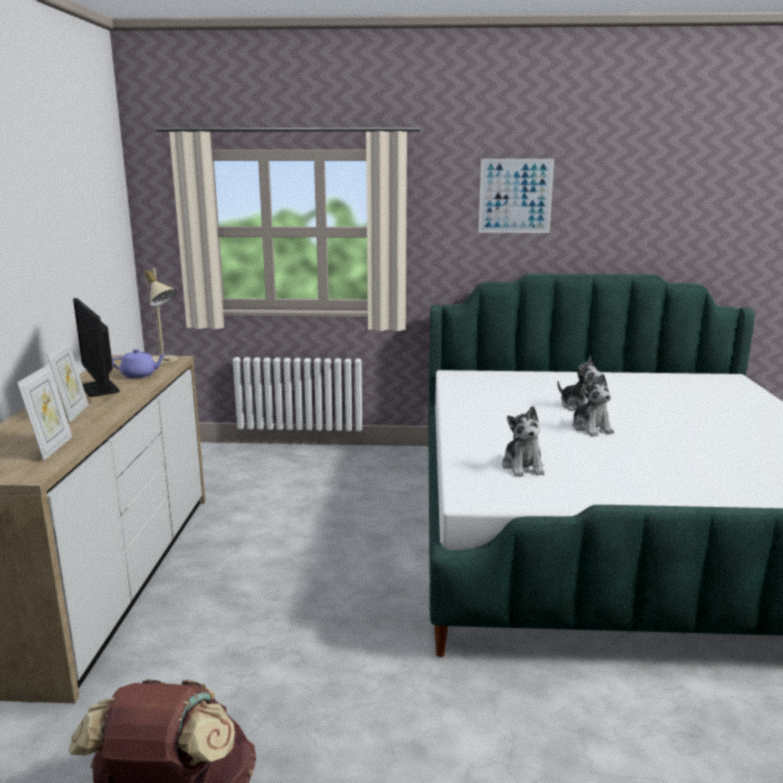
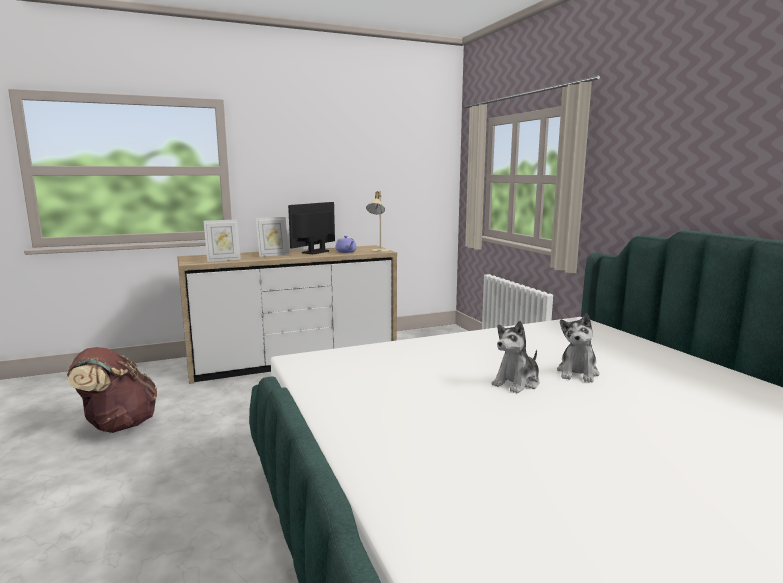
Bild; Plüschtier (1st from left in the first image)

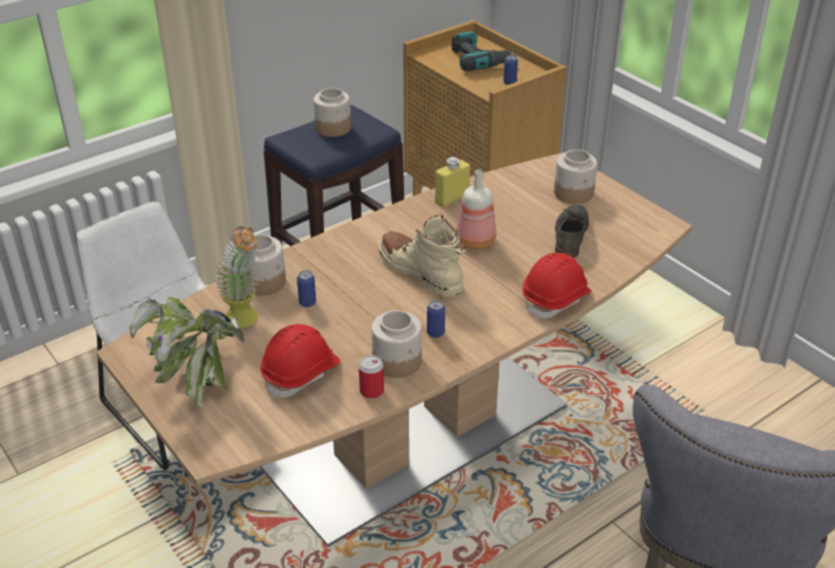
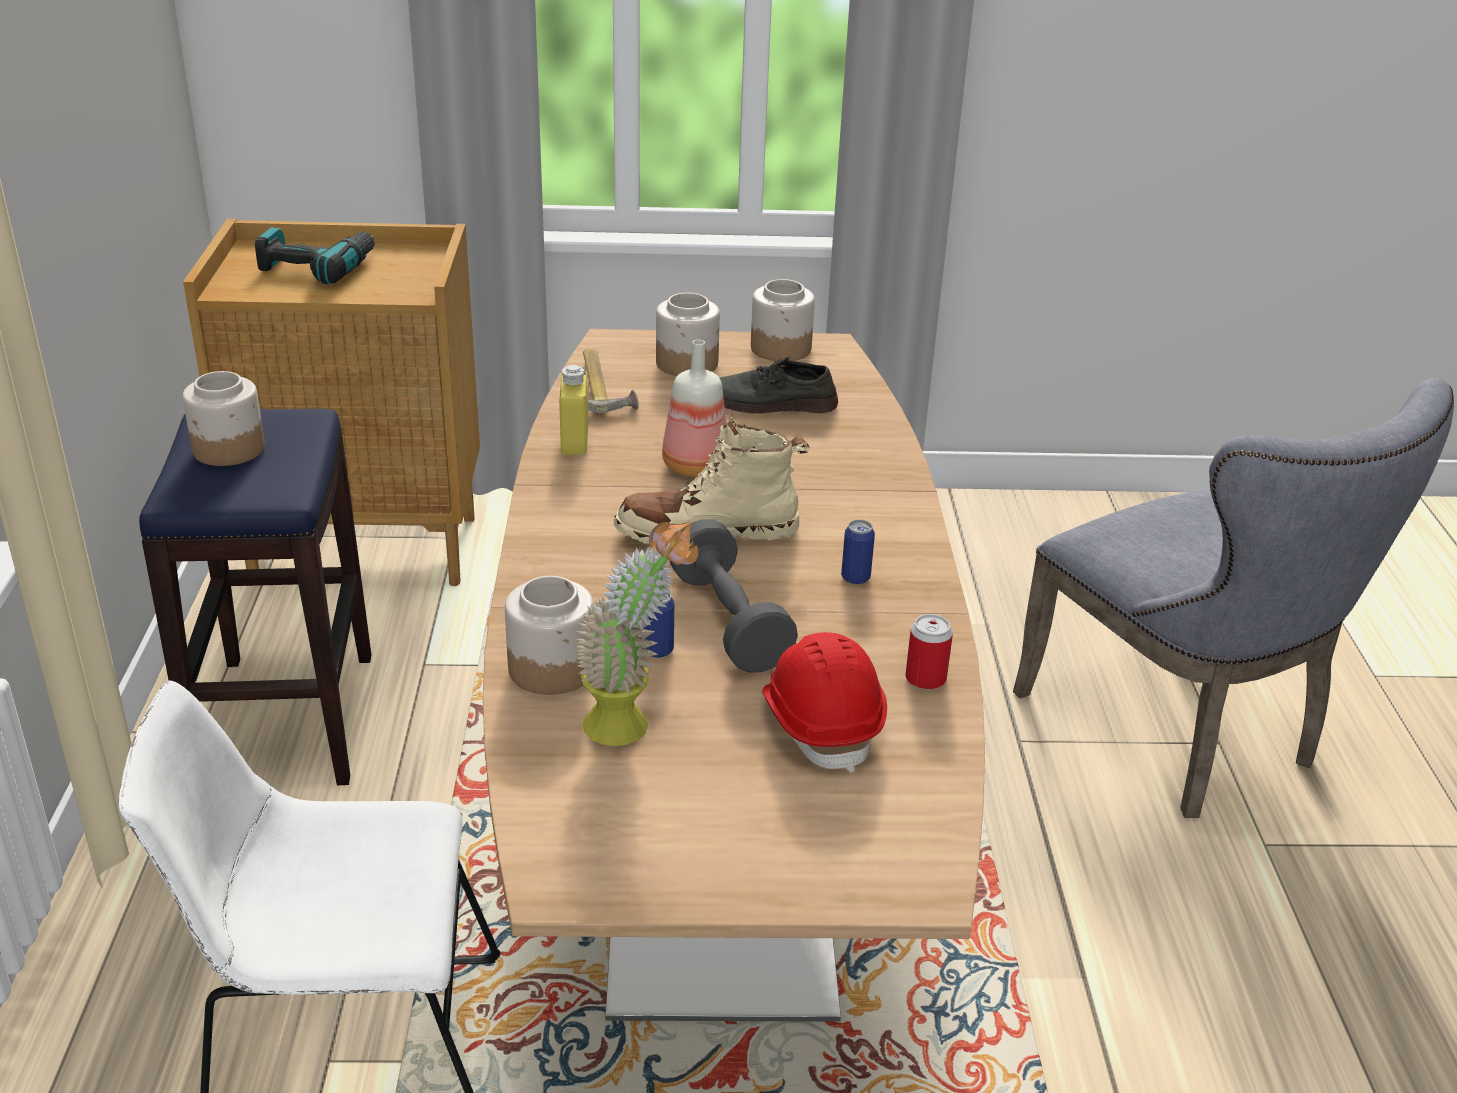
Topfpflanze (1st from left in the first image); Dose (4th from left in the first image); Schutzhelm/rot (2nd from left in the first image); Hammer; Hantel/grau; Vorratsglas (4th from left); Schuh/grau

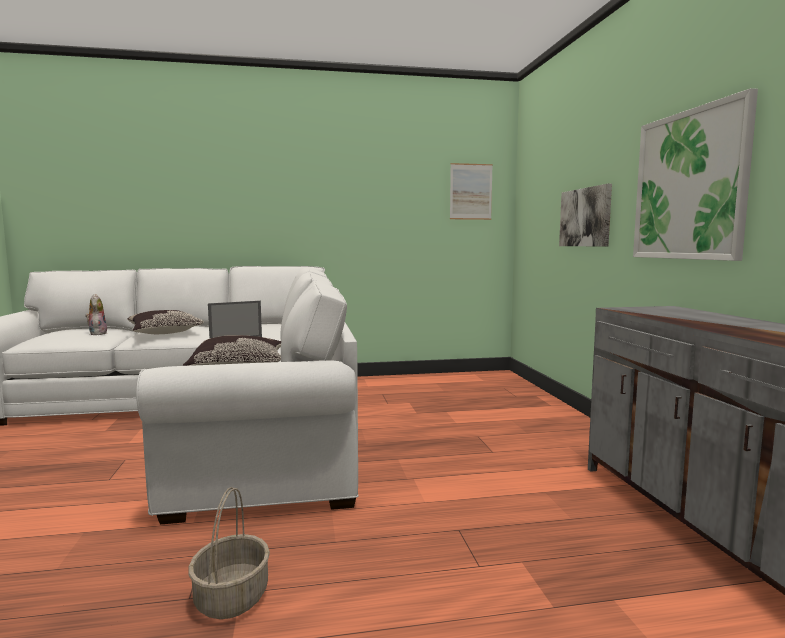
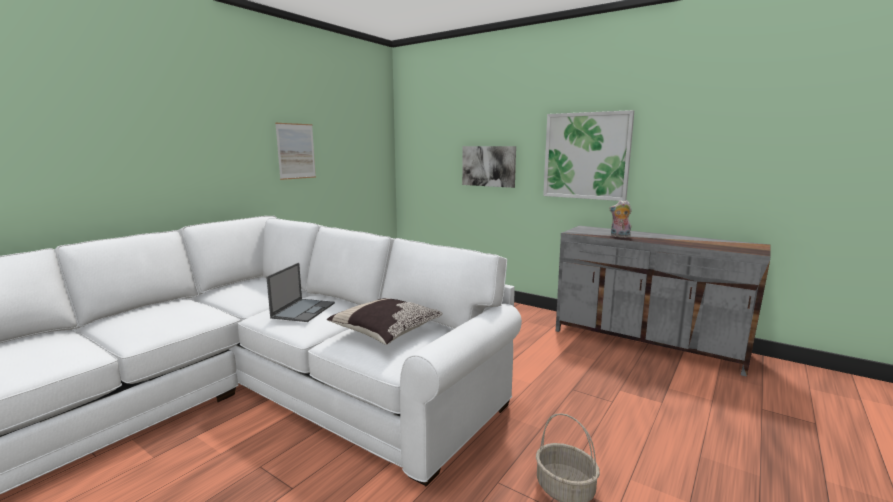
Kissen (1st from left in the first image); Plüschtier; Bild (1st from left)

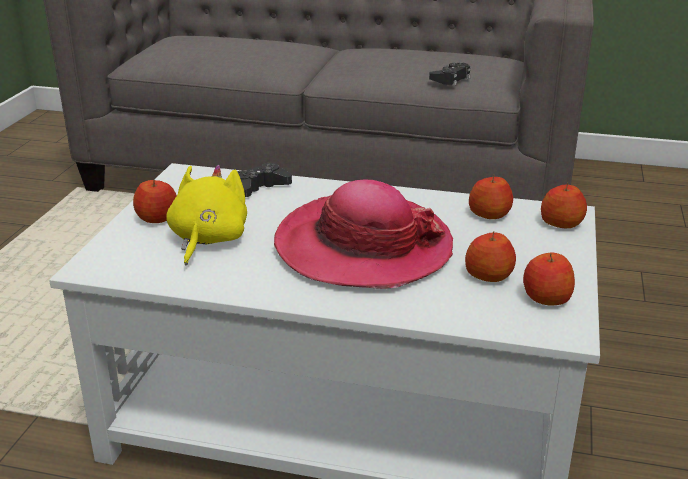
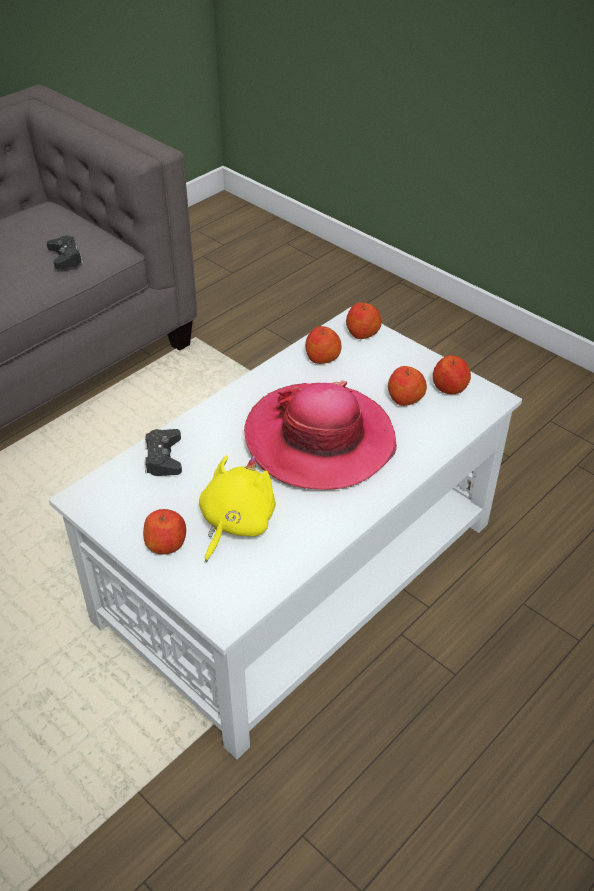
Plüschtier/gelb

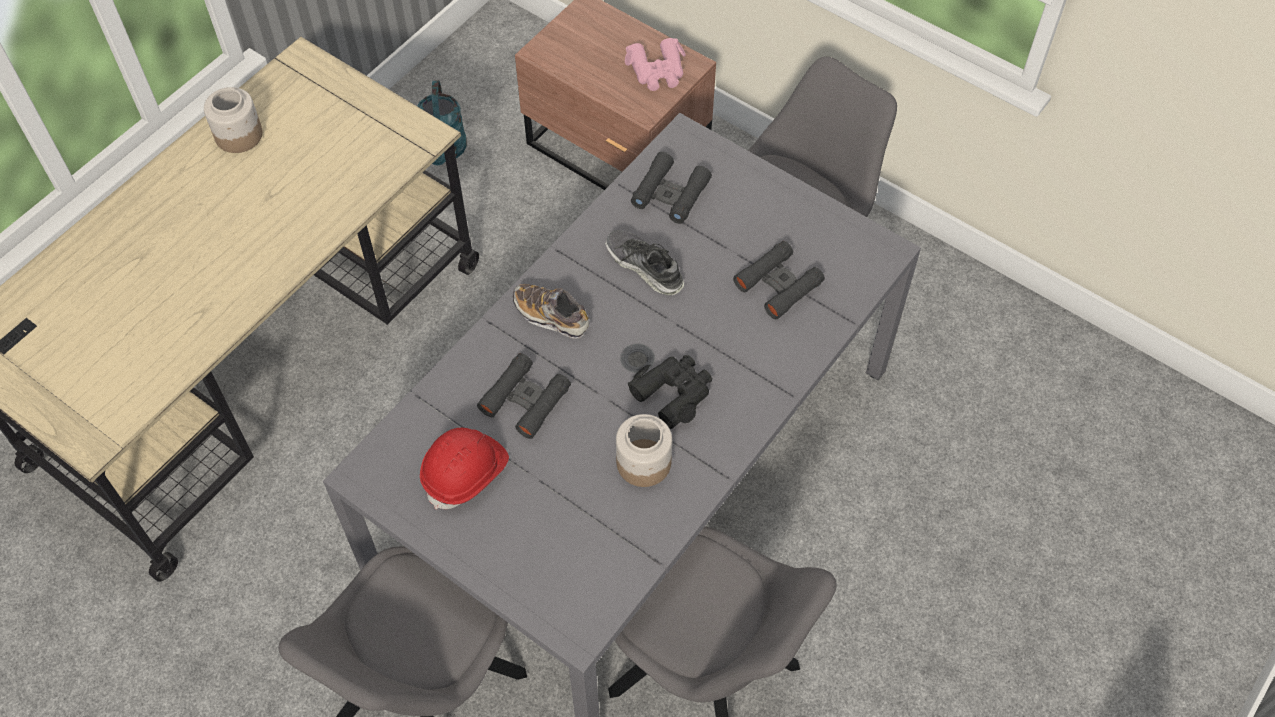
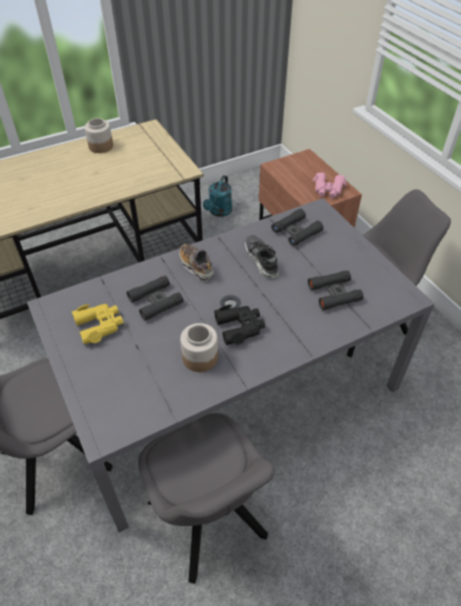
Fernglas/gelb

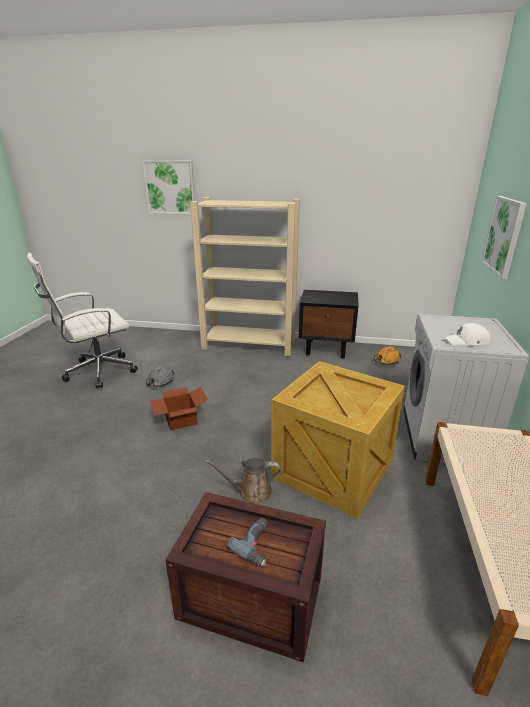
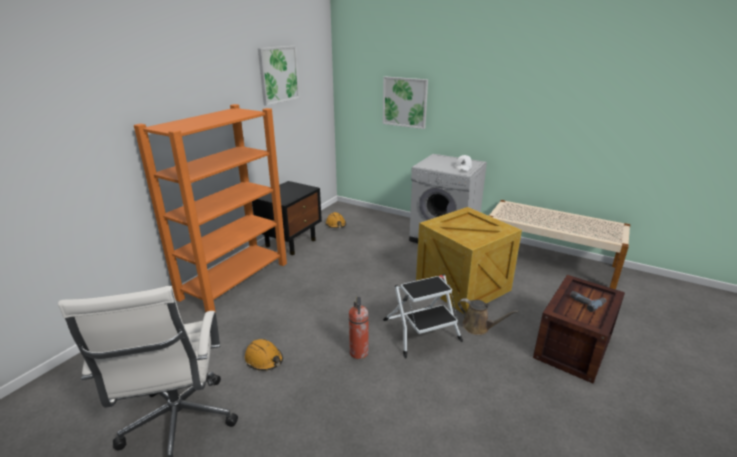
Trittleiter; Bild (1st from left); Feuerlöscher; Schutzhelm/orange (1st from left); Bücherregal/orange; Gießkanne/braun

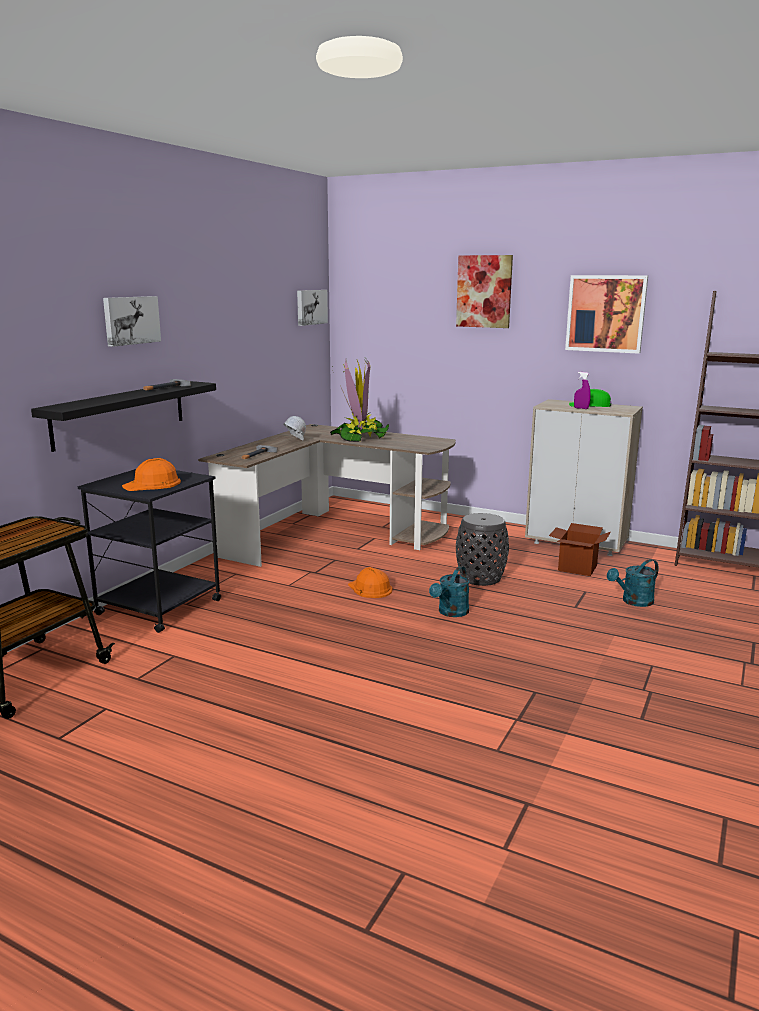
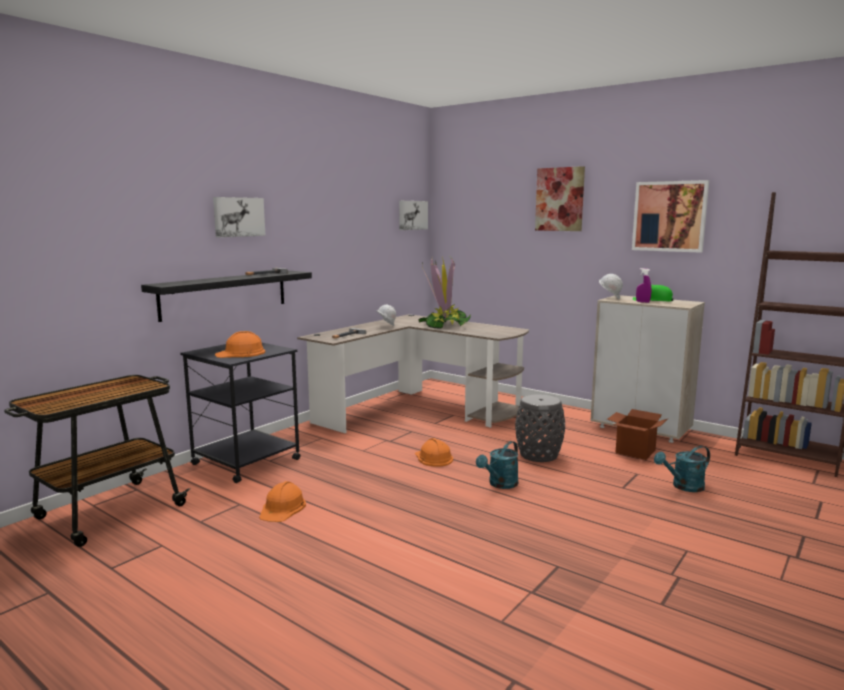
Schutzhelm/orange (2nd from left); Schutzhelm/weiß (2nd from left)

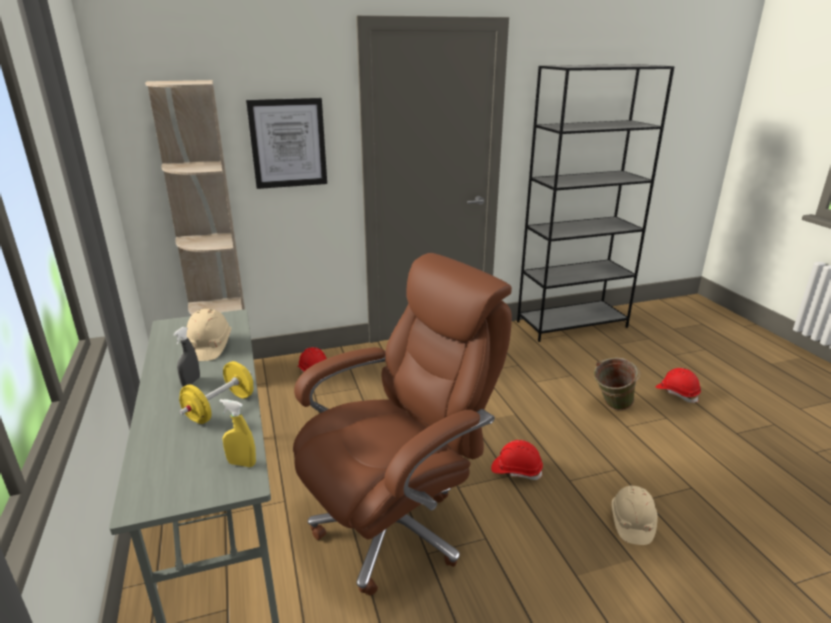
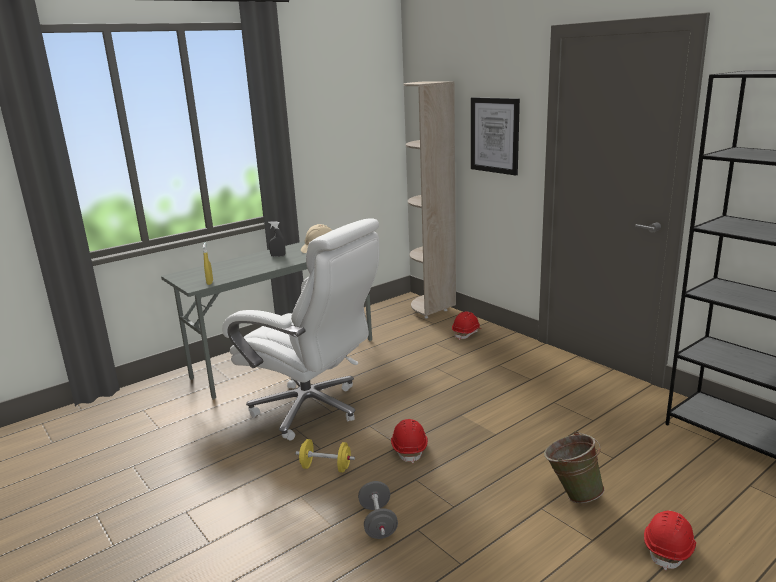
Hantel/gelb; Hantel/grau; Bürostuhl/weiß

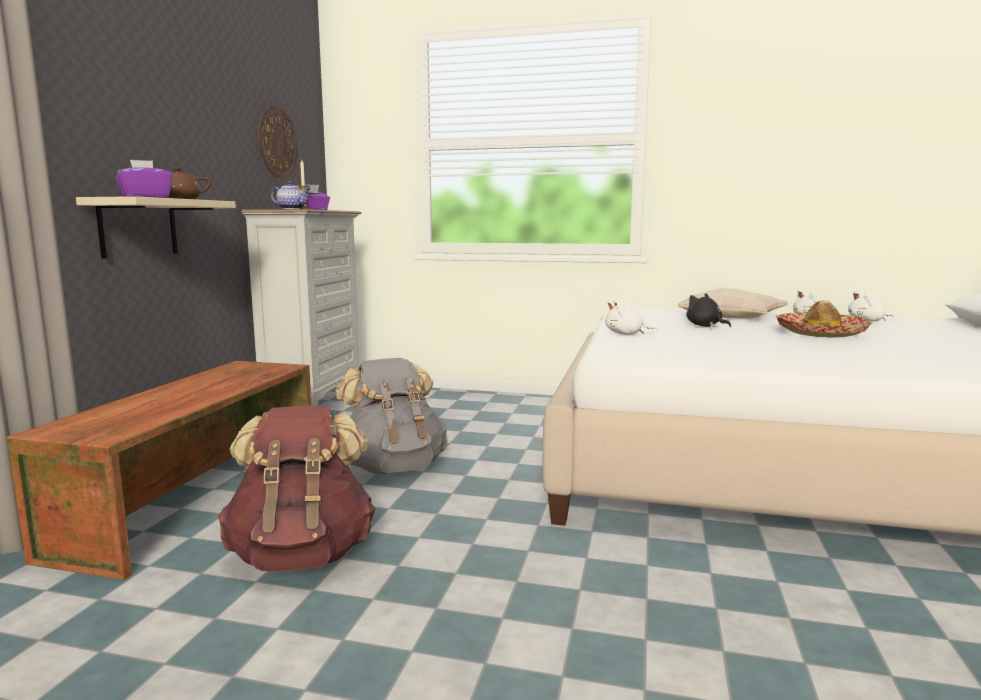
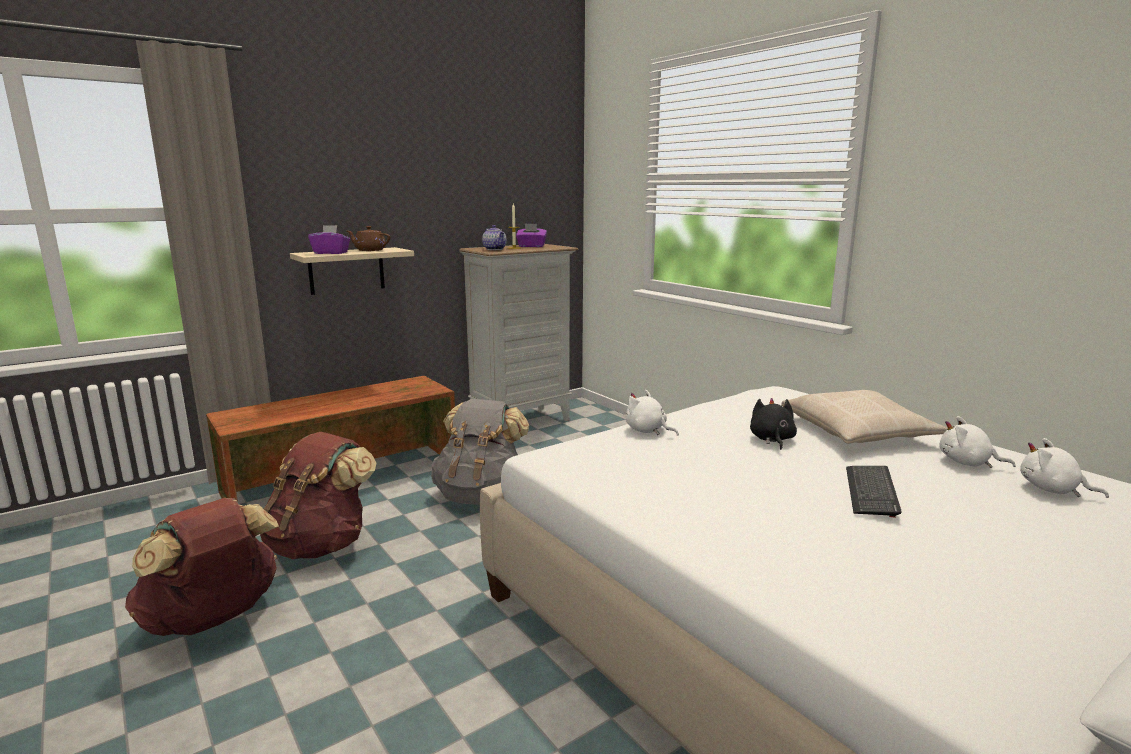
Wanduhr; Rucksack/braun (1st from left); Tastatur

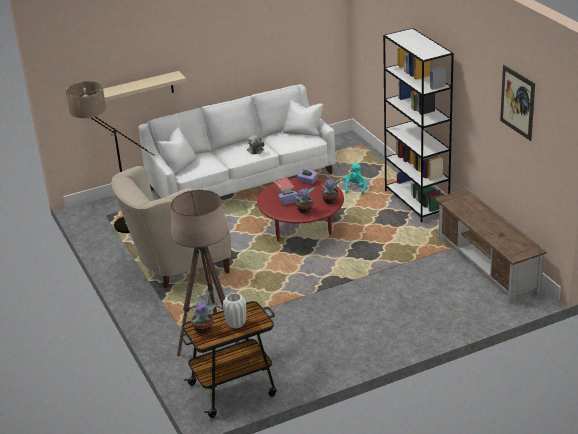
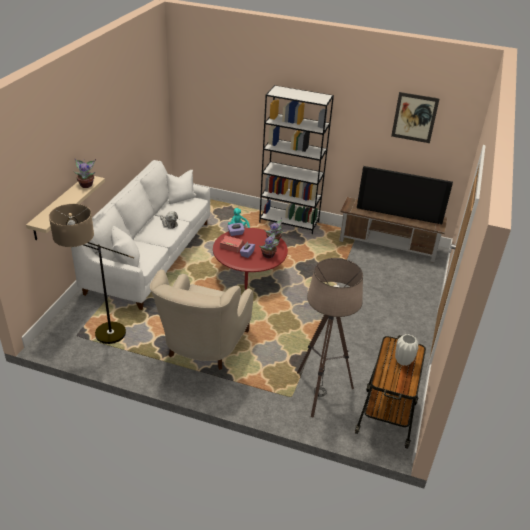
Fernseher; Topfpflanze (1st from left)

